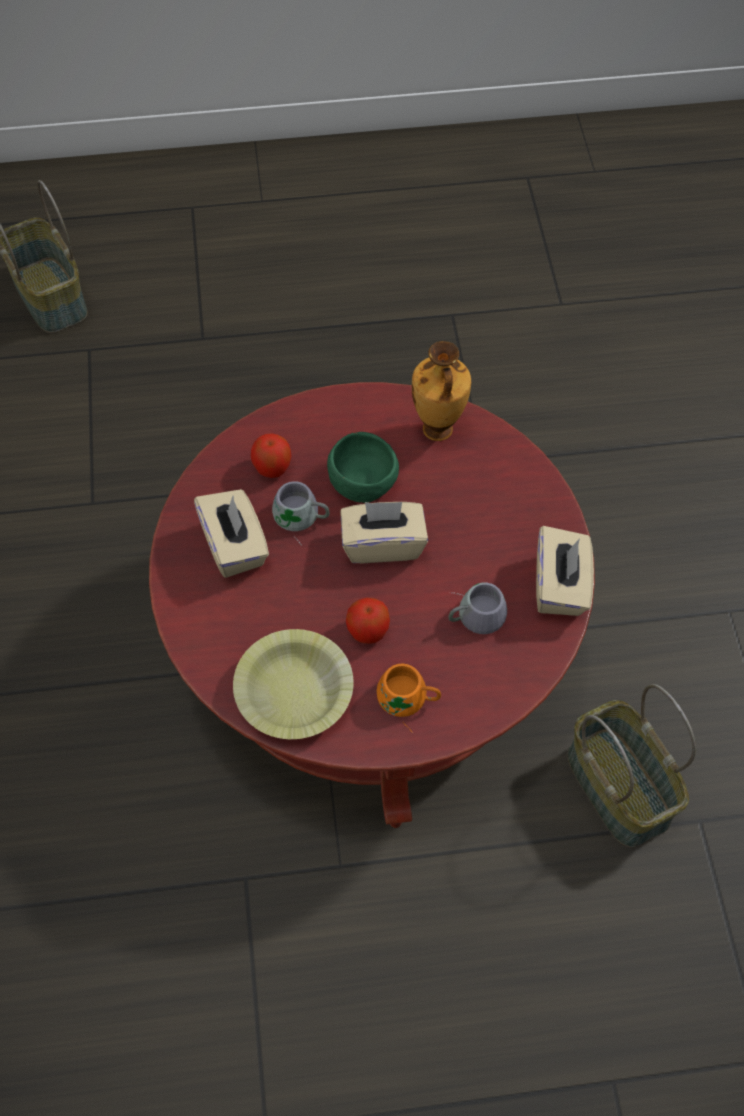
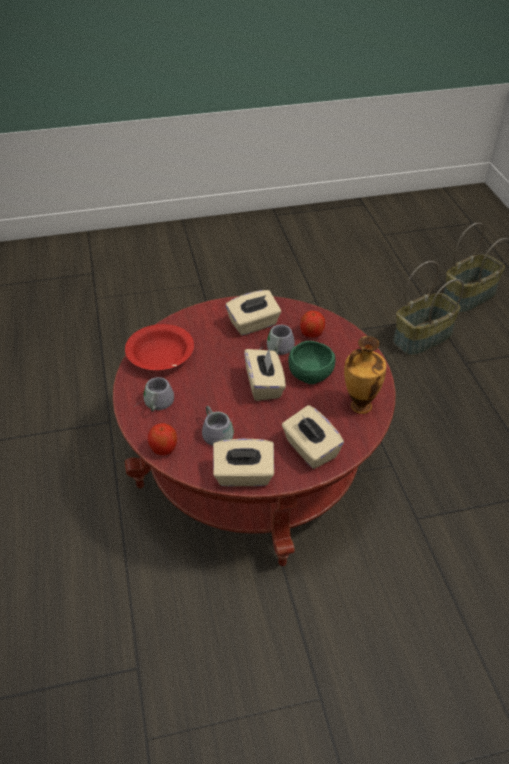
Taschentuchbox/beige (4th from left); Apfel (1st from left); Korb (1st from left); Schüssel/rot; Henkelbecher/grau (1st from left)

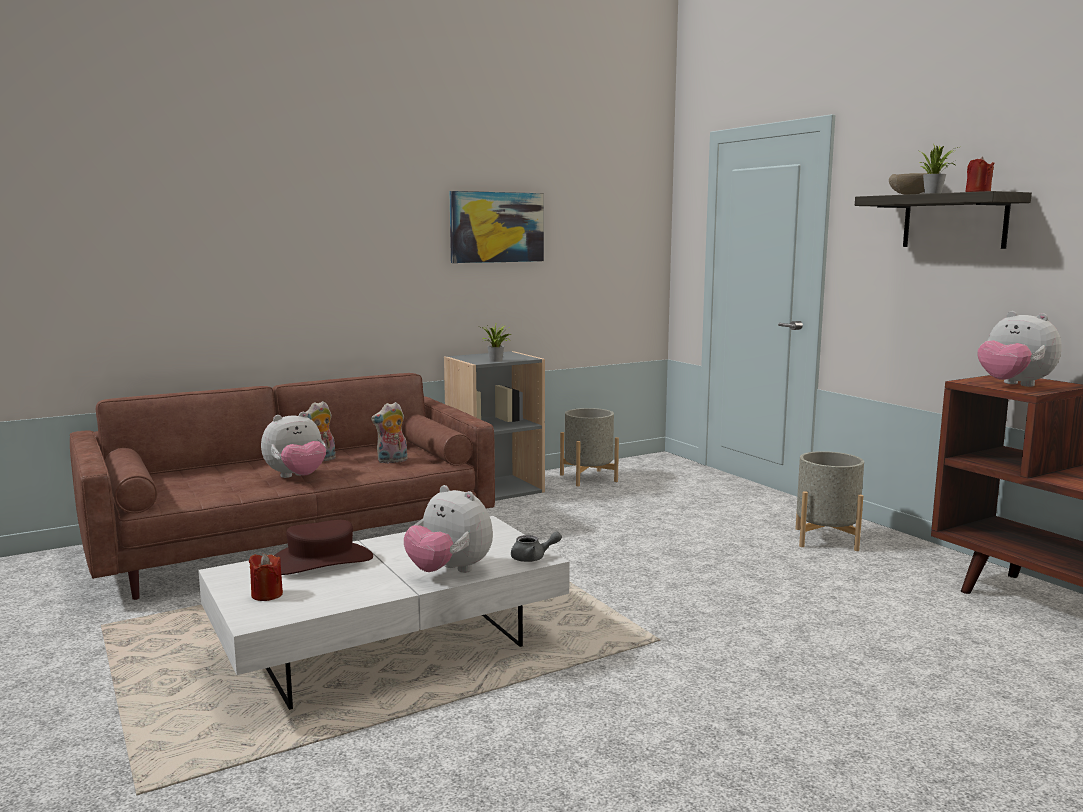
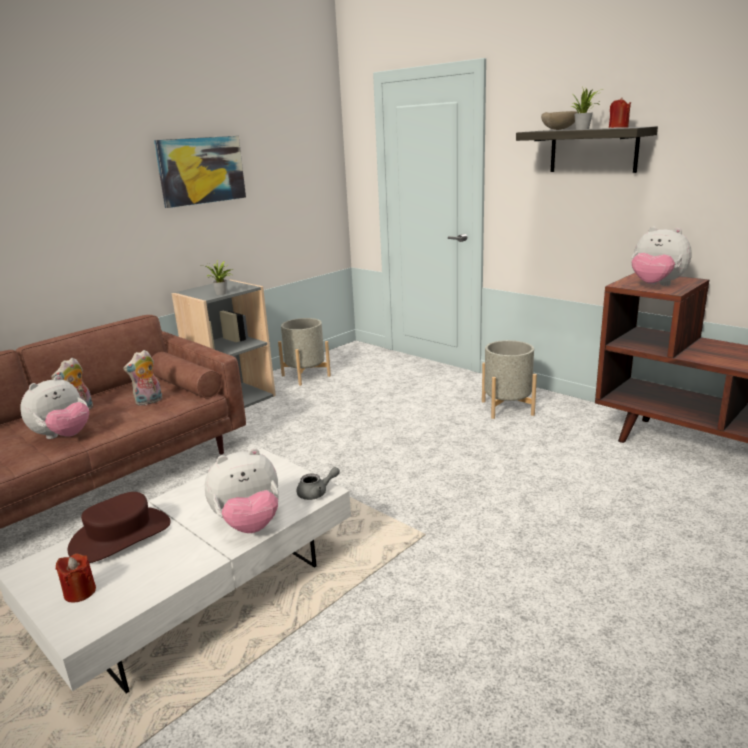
Plüschtier (4th from left)

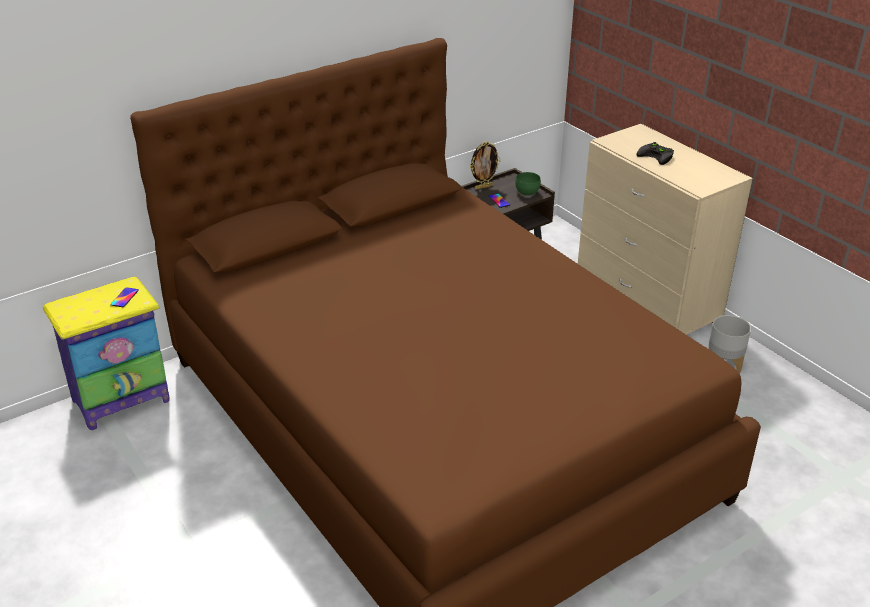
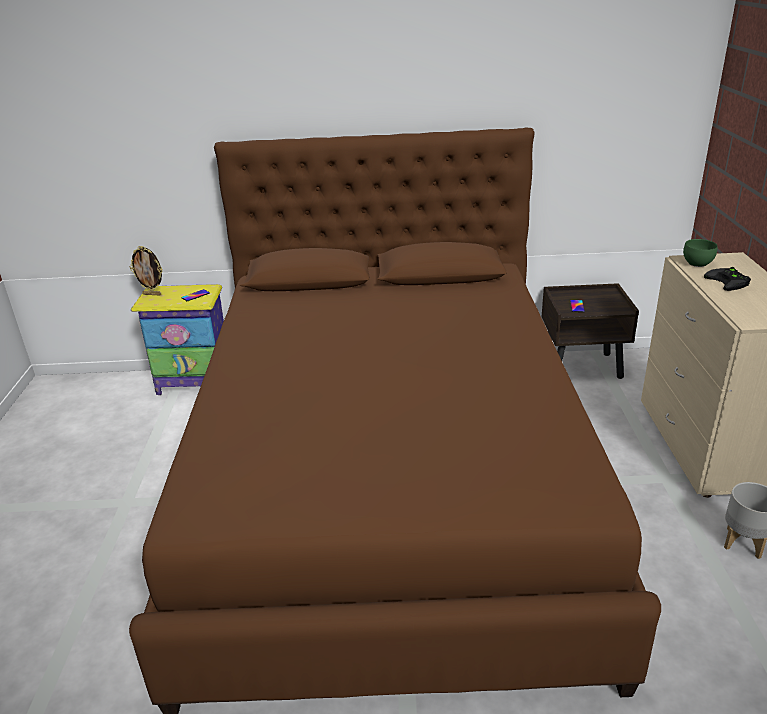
Bilderrahmen; Schüssel/grün

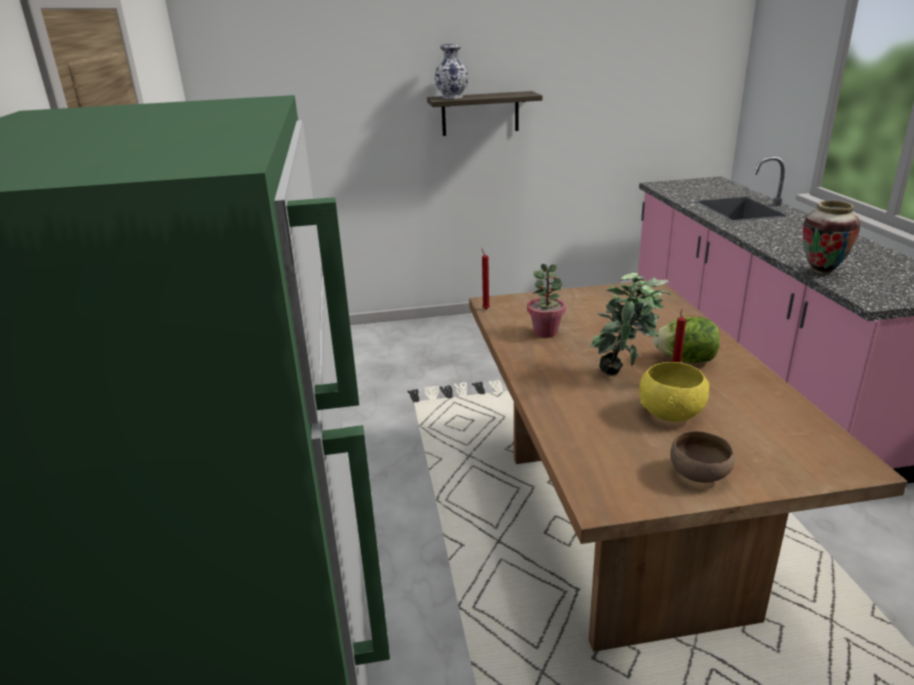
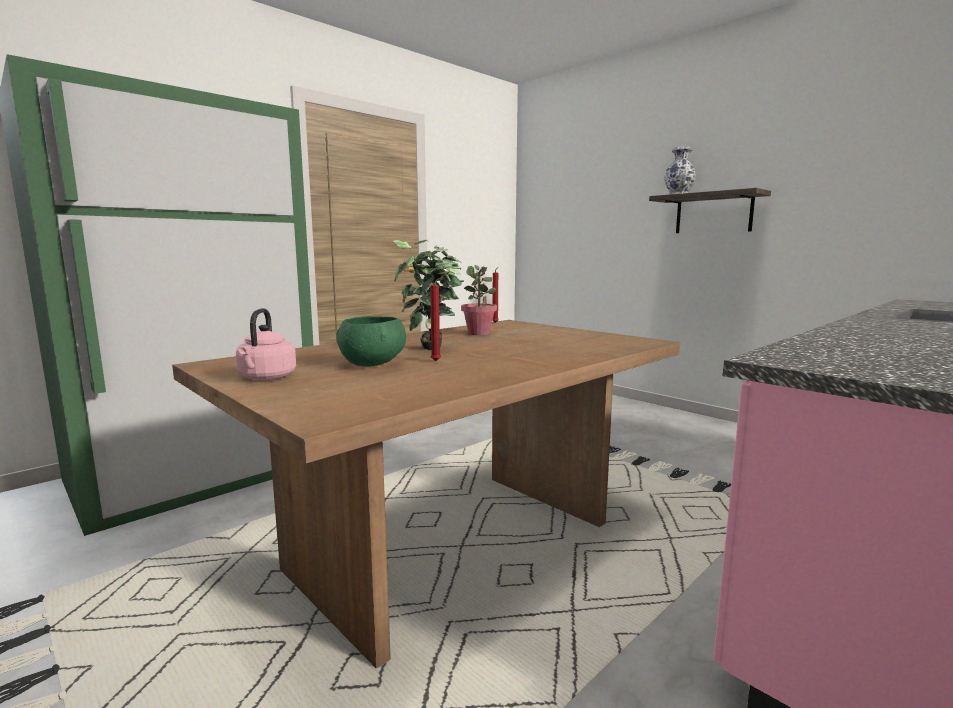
Salatkopf; Vase (2nd from left in the first image); Wasserkessel/rosa; Schüssel/grün

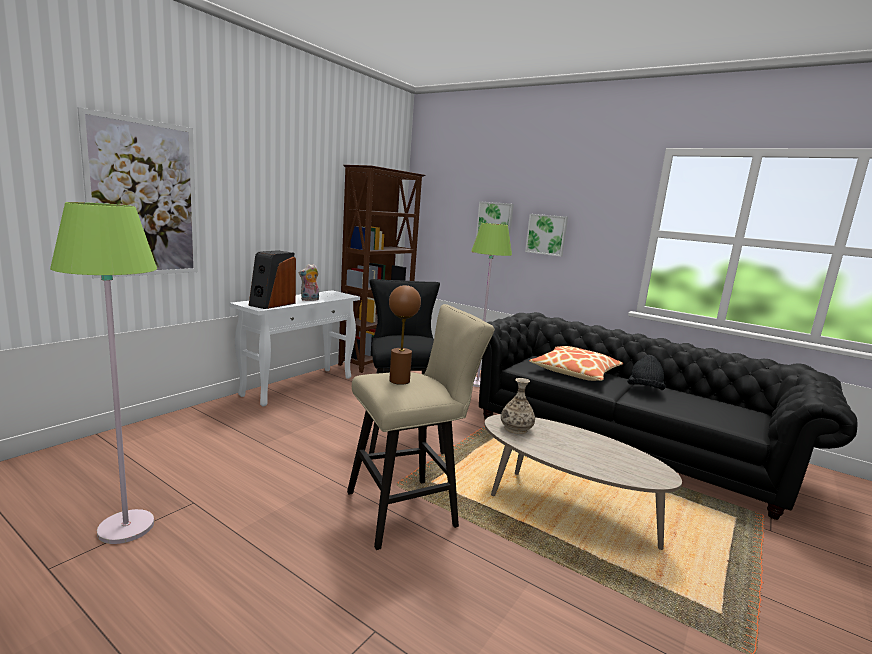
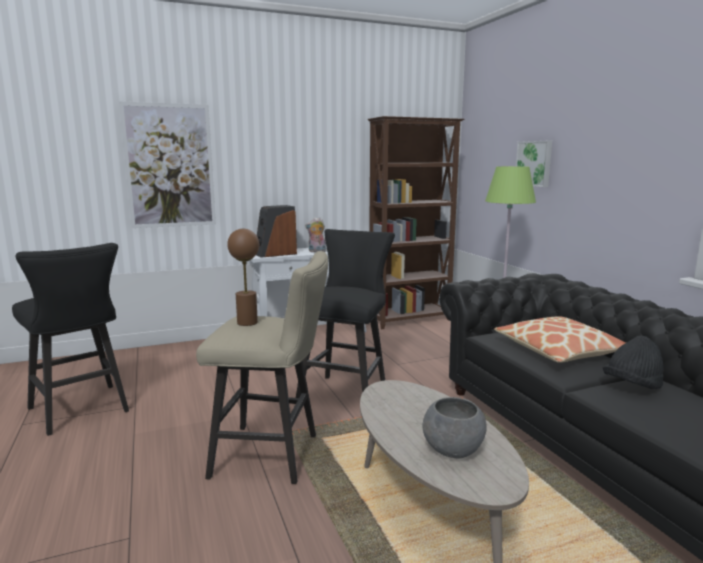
Vase; Bild (3rd from left in the first image); Schüssel/grau; Hocker/schwarz (1st from left)

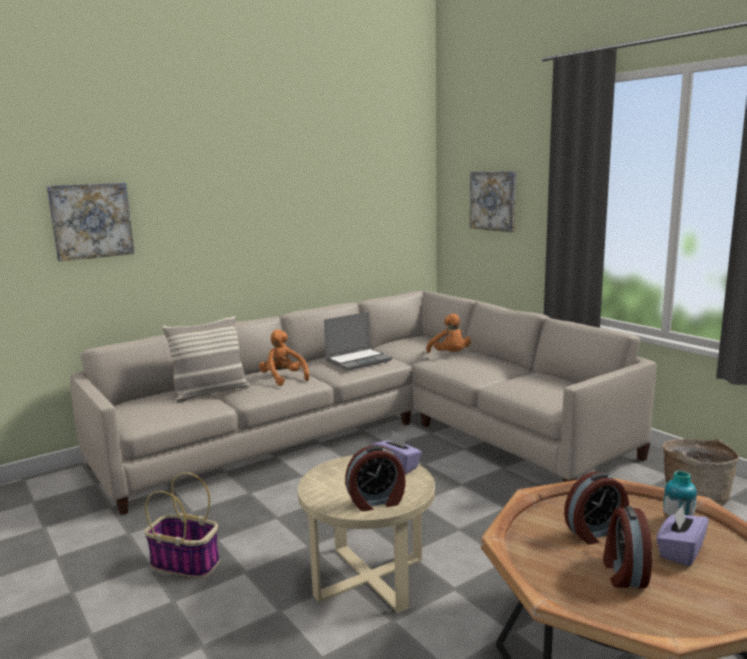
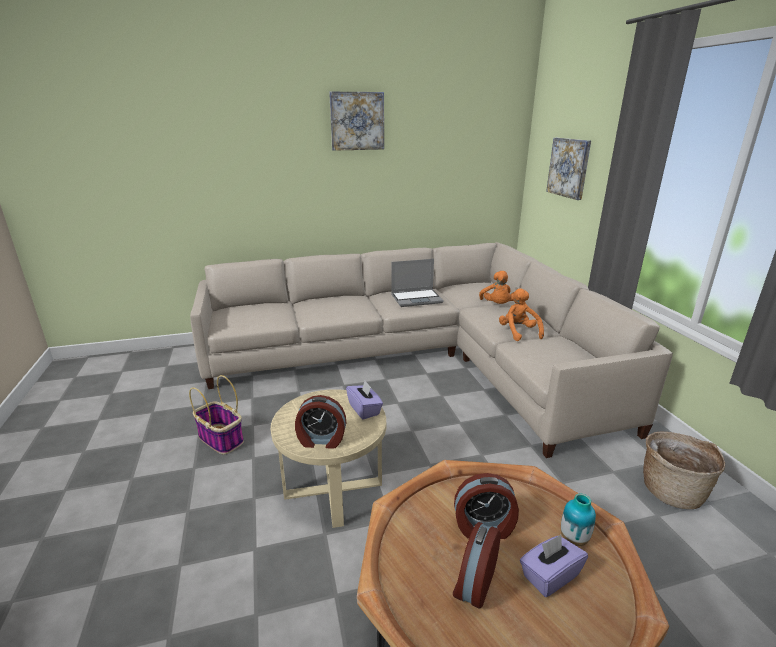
Kissen; Bild (1st from left); Plüschtier/orange (2nd from left)

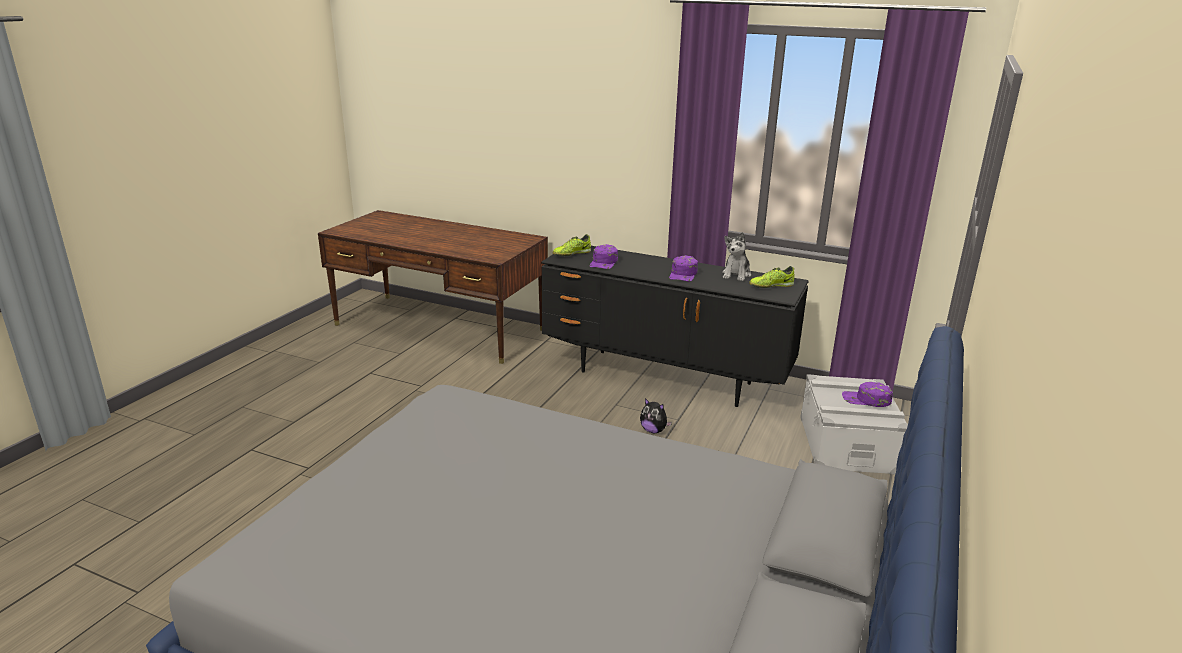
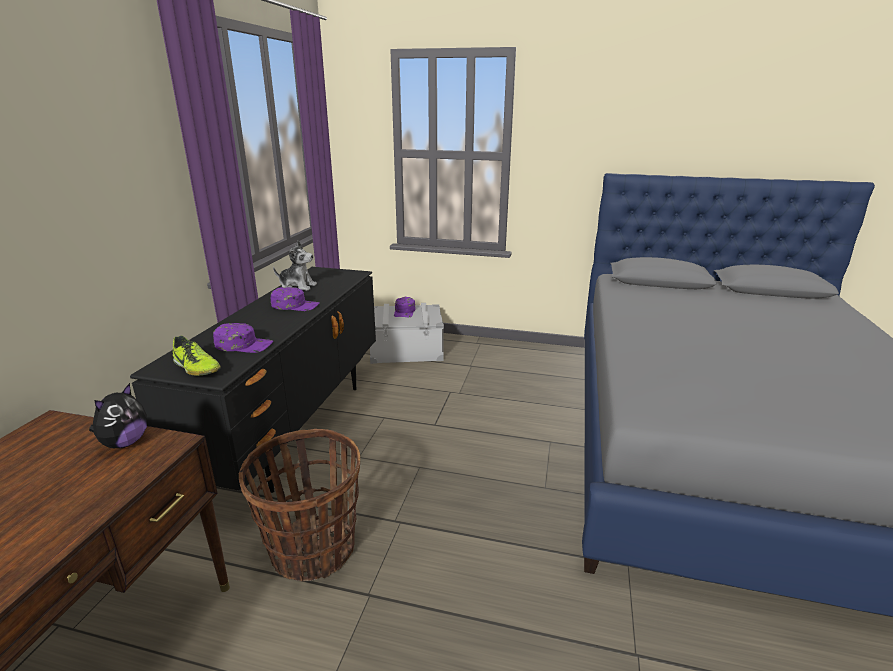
Schuh (2nd from left in the first image); Korb; Plüschtier (1st from left)

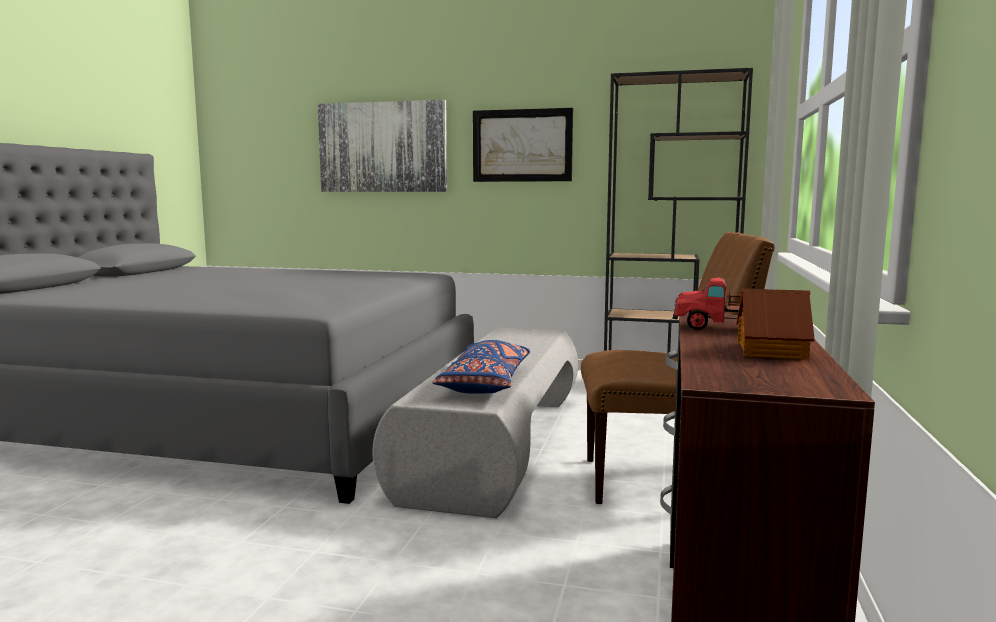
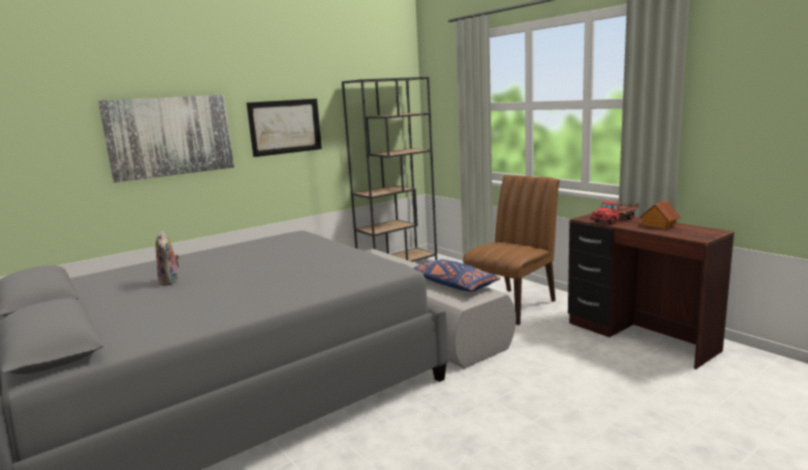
Plüschtier

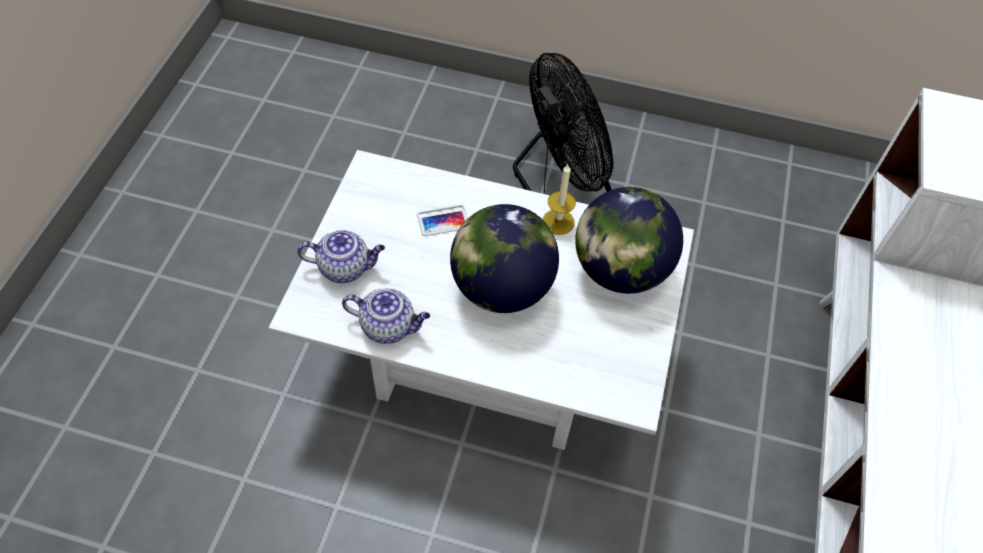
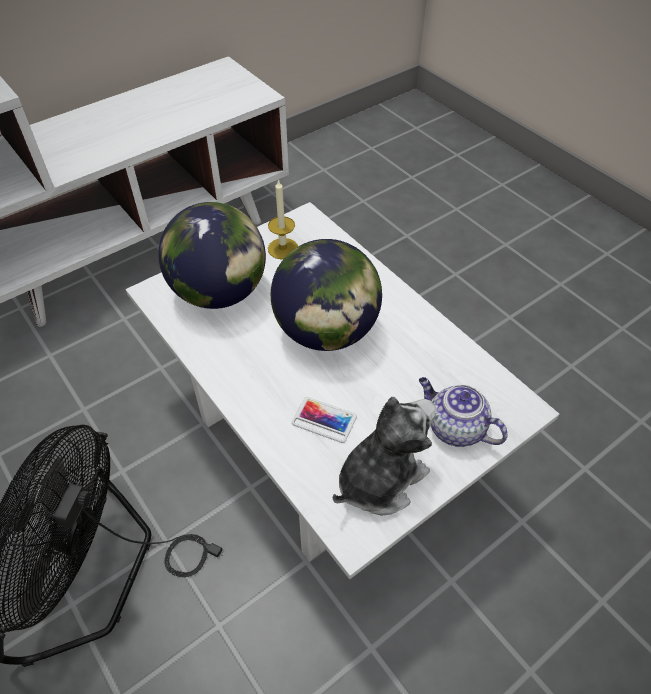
Teekanne (2nd from left in the first image); Plüschtier; Kerze

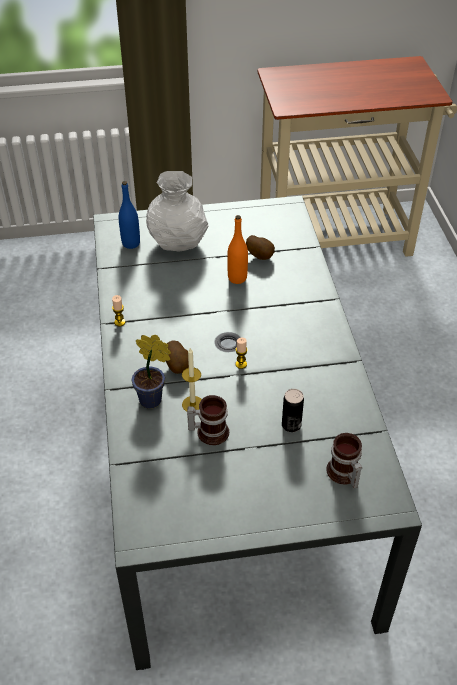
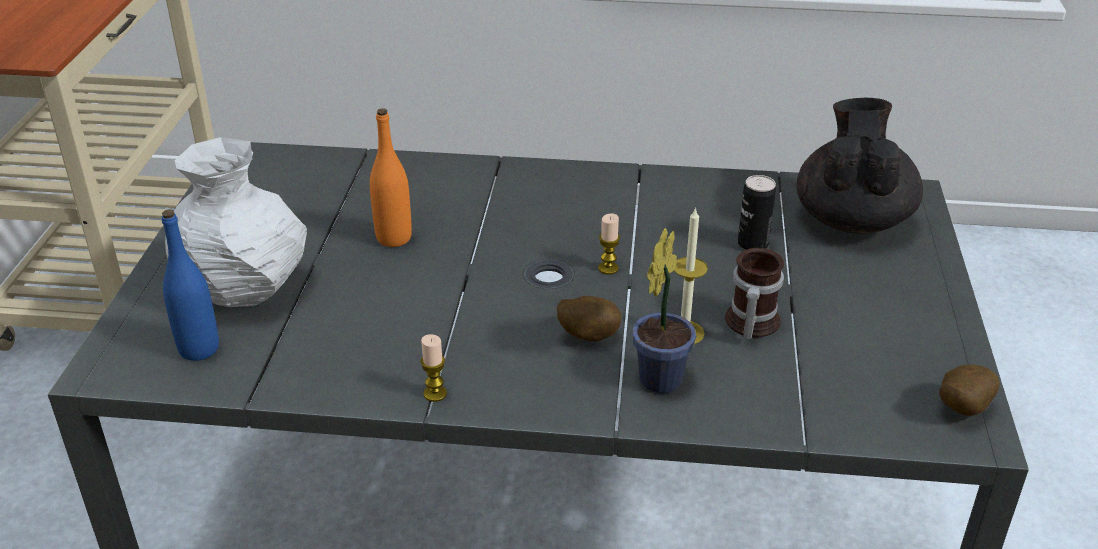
Kartoffel (2nd from left); Teekanne/schwarz

